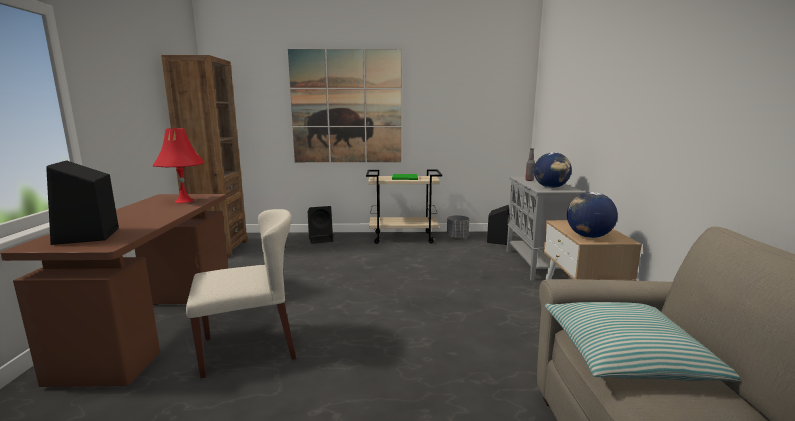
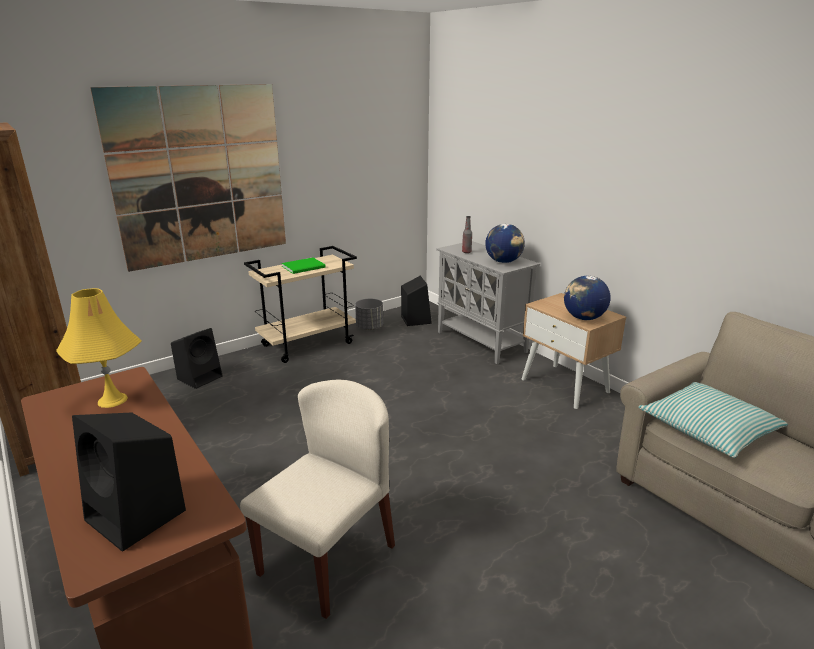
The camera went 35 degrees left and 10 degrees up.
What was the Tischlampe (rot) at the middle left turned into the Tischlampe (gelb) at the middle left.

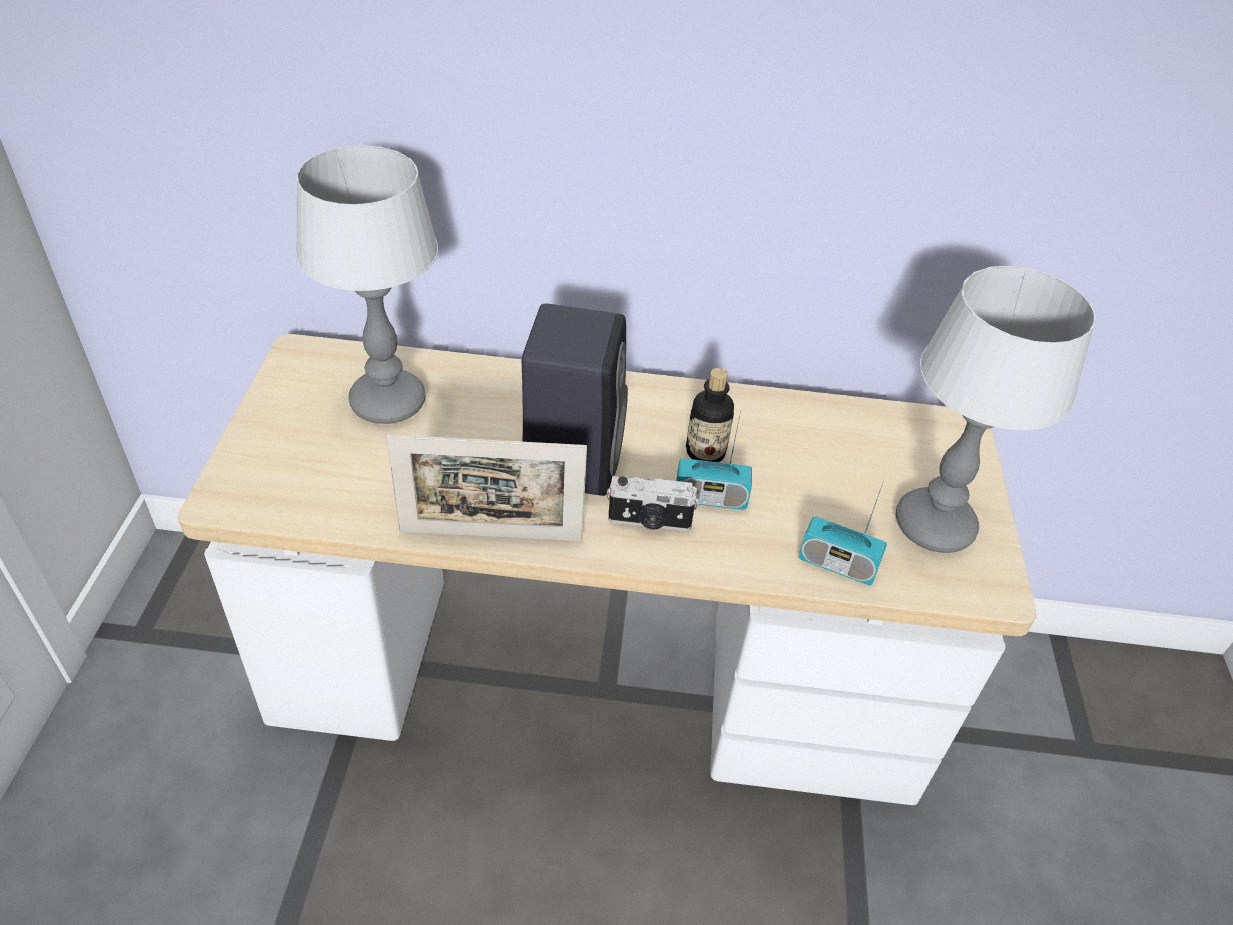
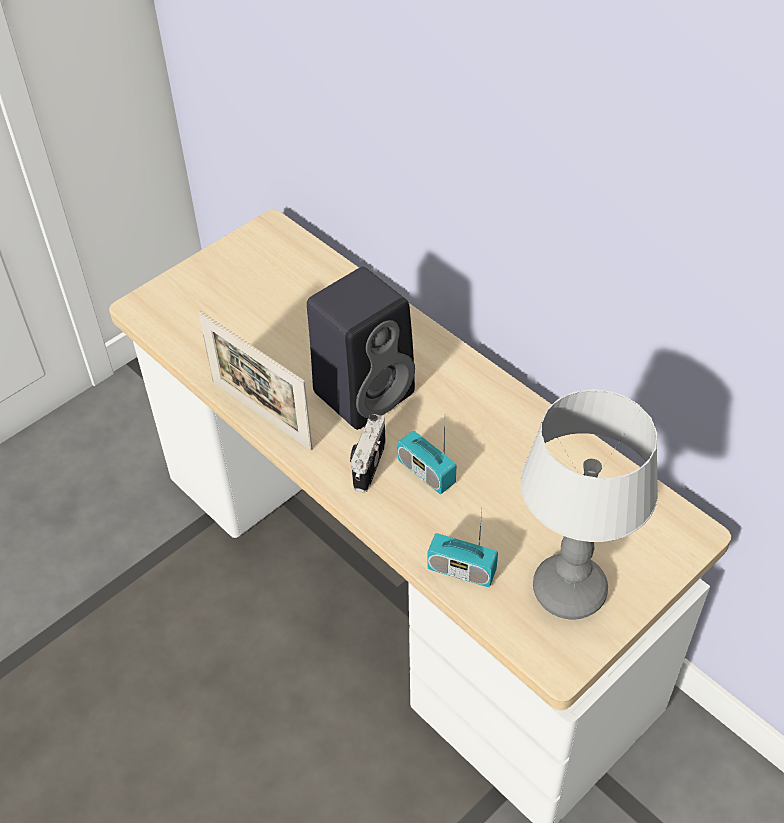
The camera went 45 degrees right and 5 degrees up.
The second view lost the Tischlampe (1st from left) at the top left.
The second view lost the Flasche at the centre.
The Kamera at the centre ended up facing another way, 60 degrees clockwise from before.
The Radio (2nd from left) at the middle right ended up facing another way, 45 degrees counterclockwise from before.

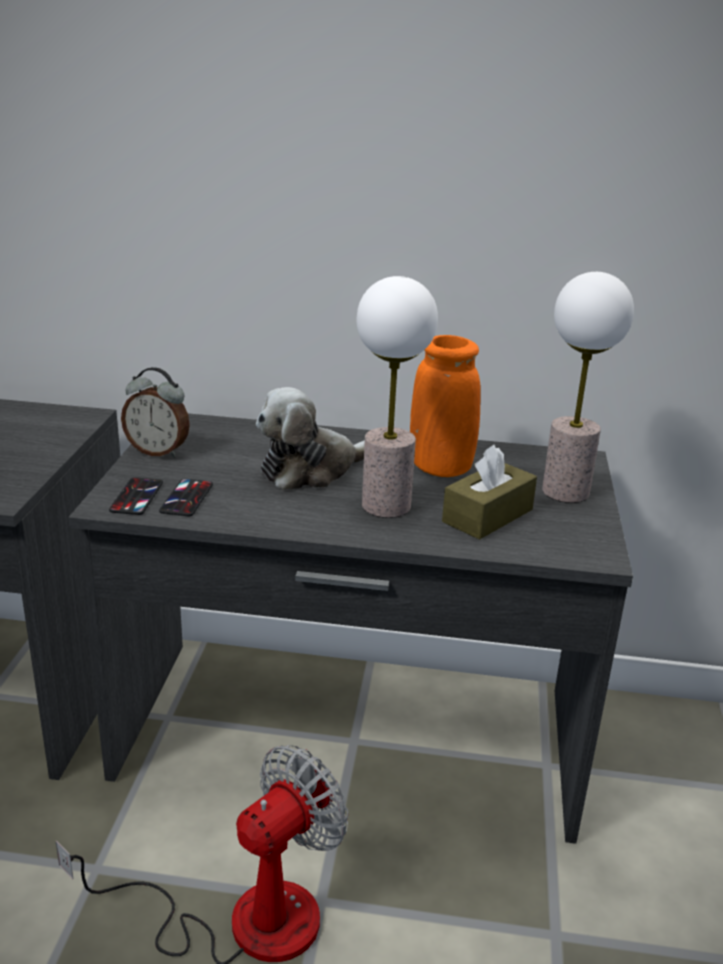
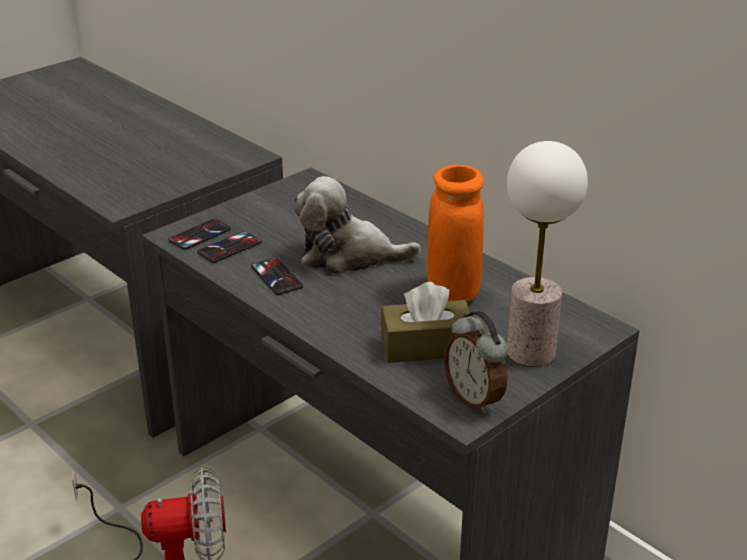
The camera went 40 degrees right and 5 degrees up.
The second view lost the Tischlampe (1st from left) at the centre.
The Wecker ended up elsewhere, having gone from the middle left to the centre.
The second view gained the Handy (3rd from left) at the centre.

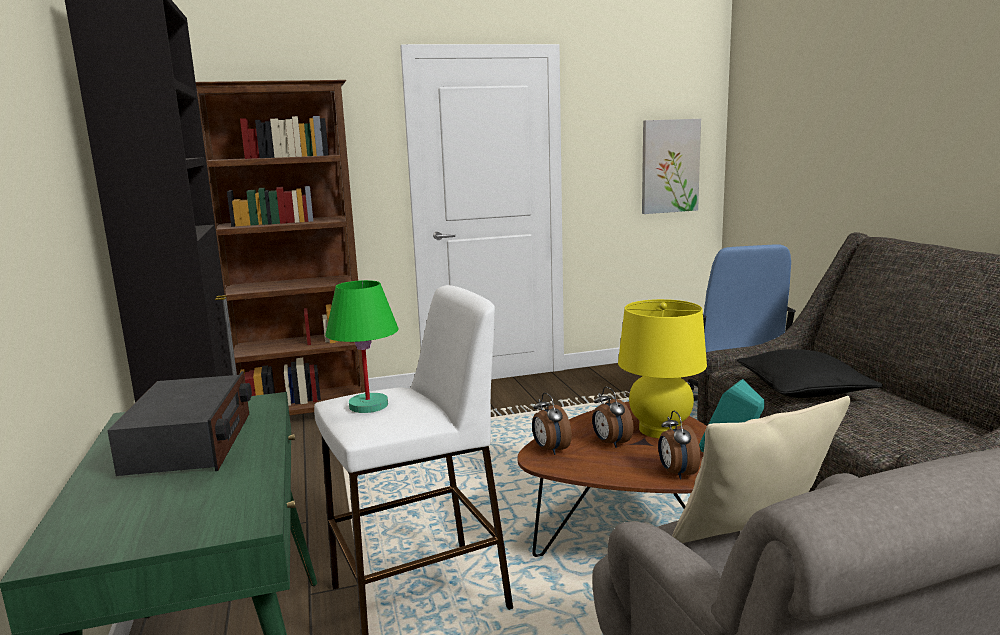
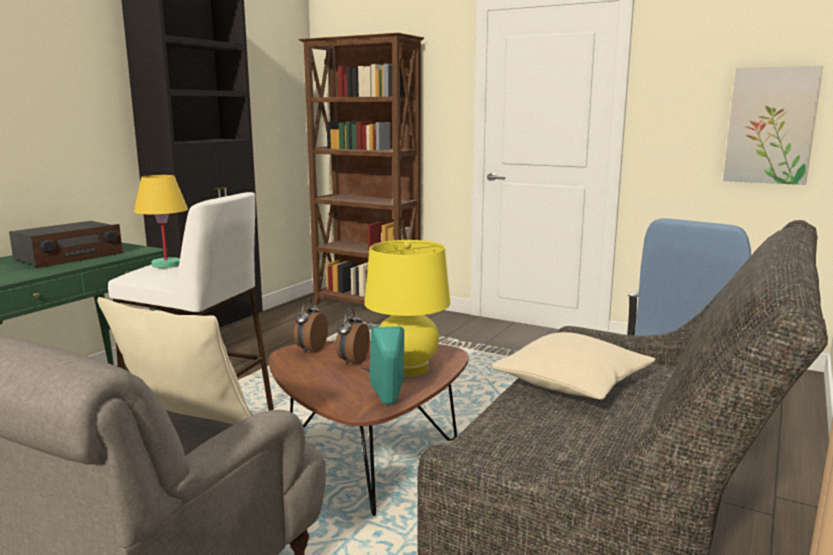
The camera went 45 degrees right and 0 degrees up.
What was the Tischlampe (grün) at the centre turned into the Tischlampe (gelb) (1st from left) at the middle left.
What was the Kissen (schwarz) at the middle right turned into the Kissen (beige) (2nd from left) at the middle right.
The second view lost the Wecker (3rd from left) at the bottom right.

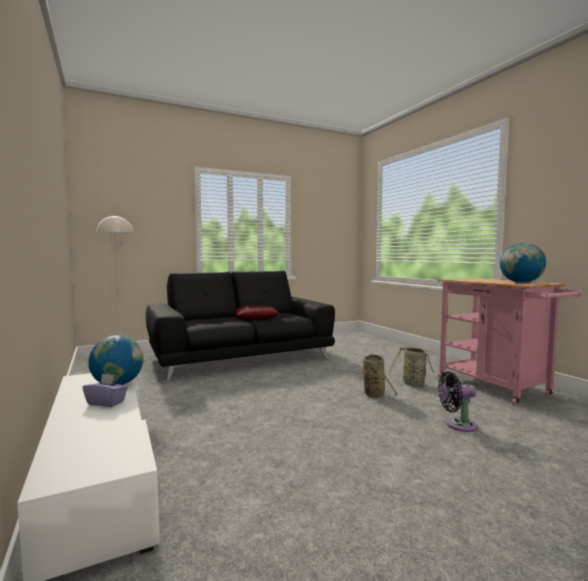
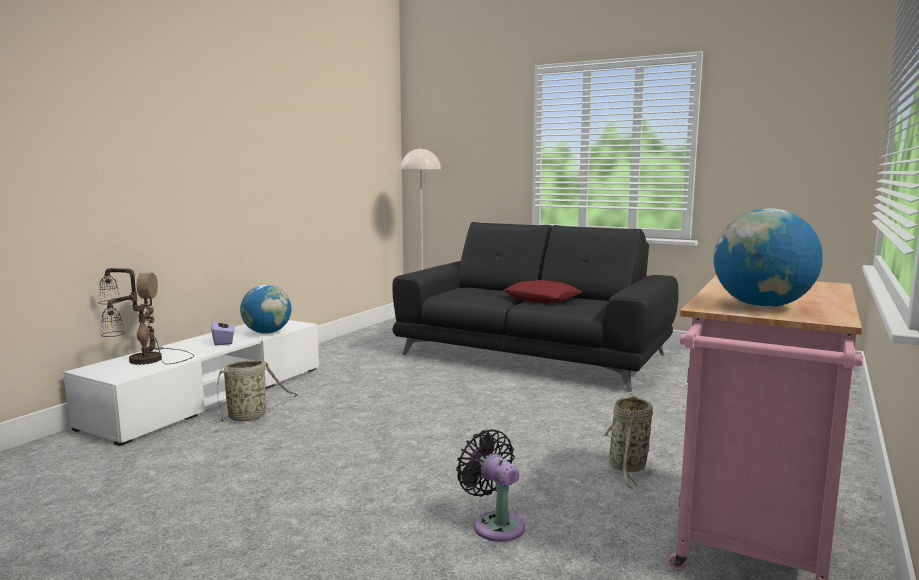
The camera went 55 degrees right and 5 degrees up.
The Korb (1st from left) ended up elsewhere, having gone from the centre to the bottom left.
The second view gained the Tischlampe at the middle left.

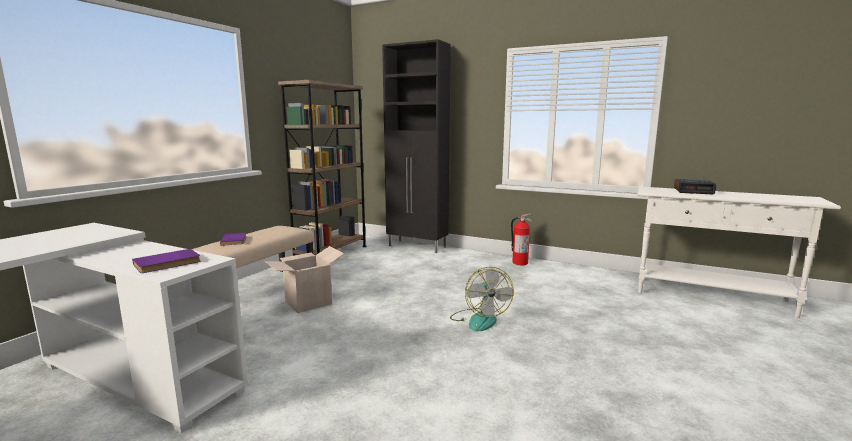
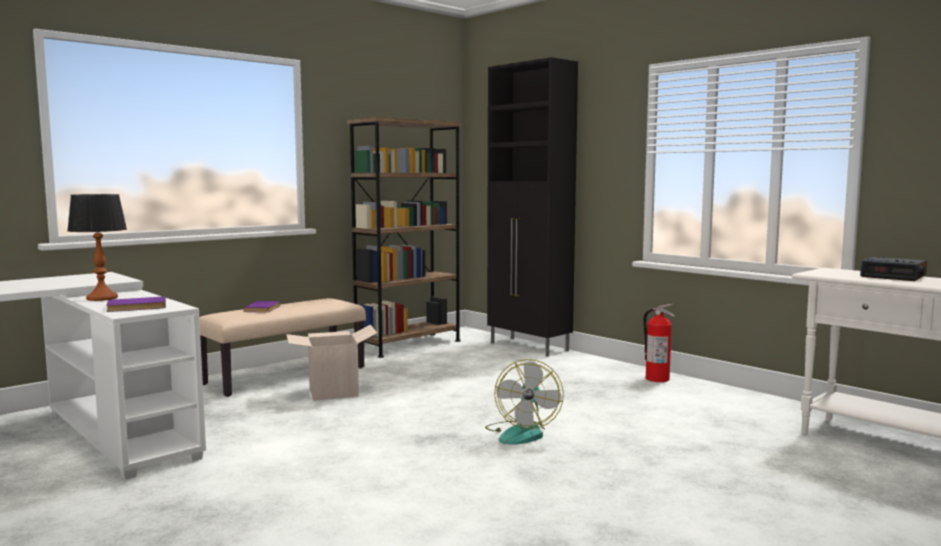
The camera went 20 degrees right and 5 degrees down.
The second view gained the Tischlampe at the middle left.

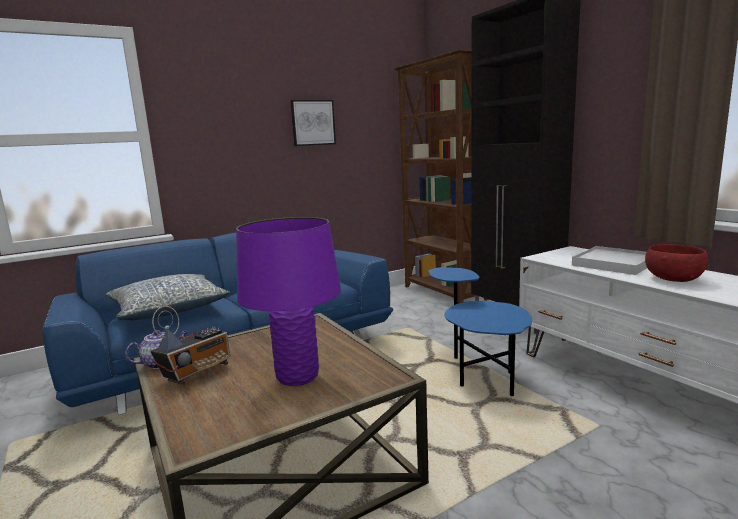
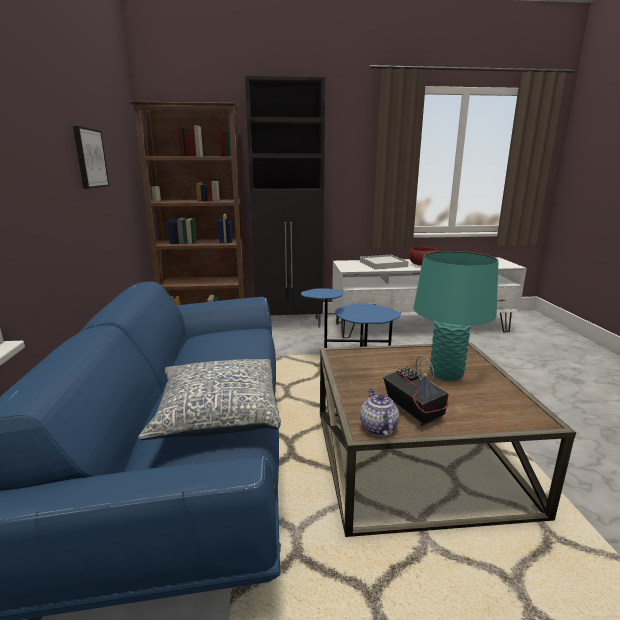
The camera went 65 degrees left and 5 degrees up.
What was the Tischlampe (lila) at the centre turned into the Tischlampe (türkis) at the middle right.

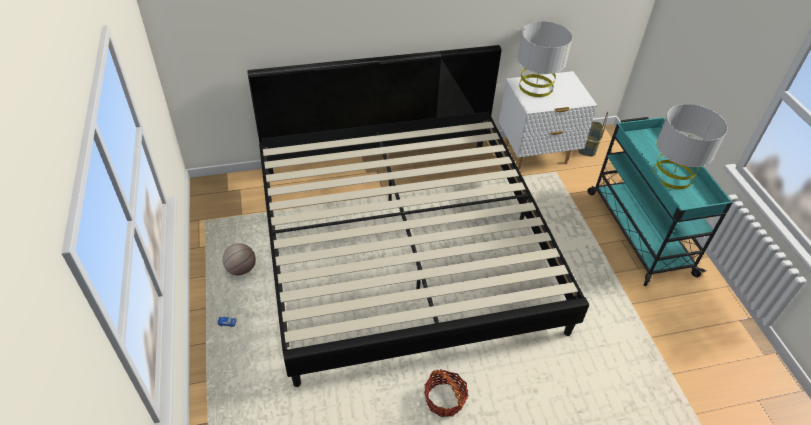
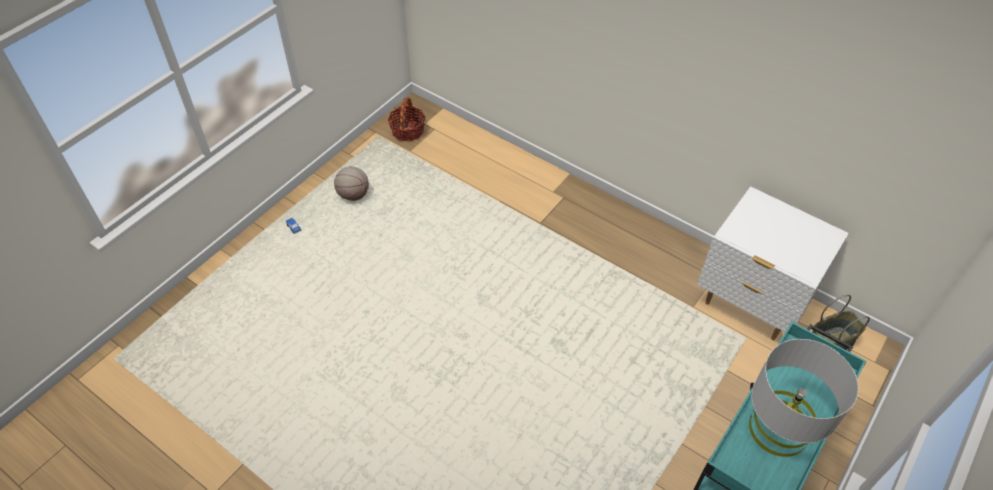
The camera went 50 degrees right and 5 degrees up.
The second view lost the Tischlampe (grau) (1st from left) at the top right.
The second view lost the Bett at the centre.
The Korb (1st from left) ended up elsewhere, having gone from the bottom centre to the top centre.

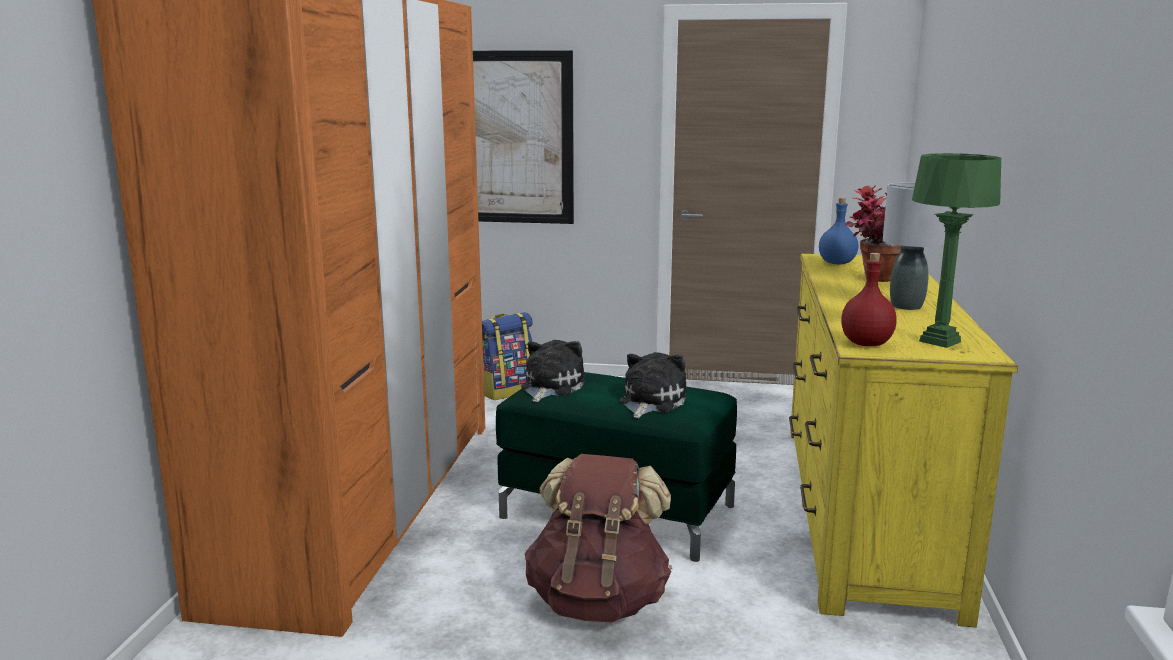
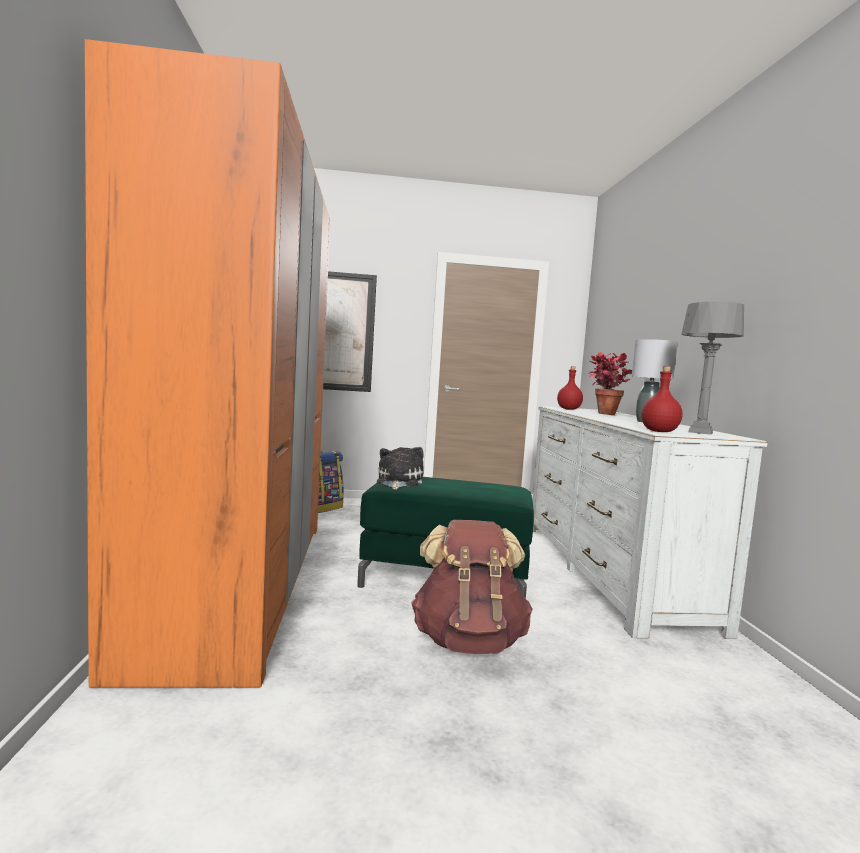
The camera went 15 degrees left and 10 degrees down.
What was the Tischlampe (grün) at the middle right turned into the Tischlampe (grau) (2nd from left) at the middle right.
What was the Flasche (blau) at the middle right turned into the Flasche (rot) (1st from left) at the centre.
What was the Kommode (gelb) at the bottom right turned into the Kommode (weiß) at the middle right.
The second view lost the Plüschtier (2nd from left) at the centre.

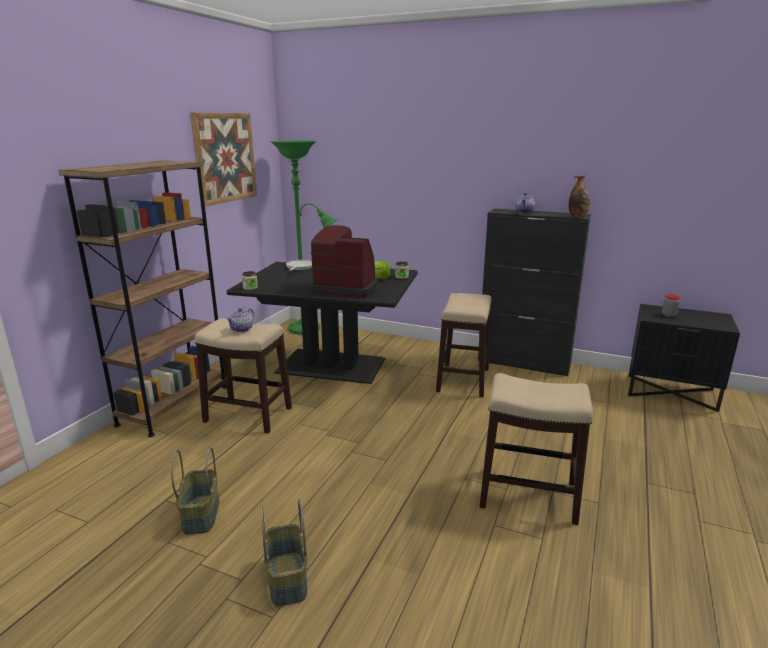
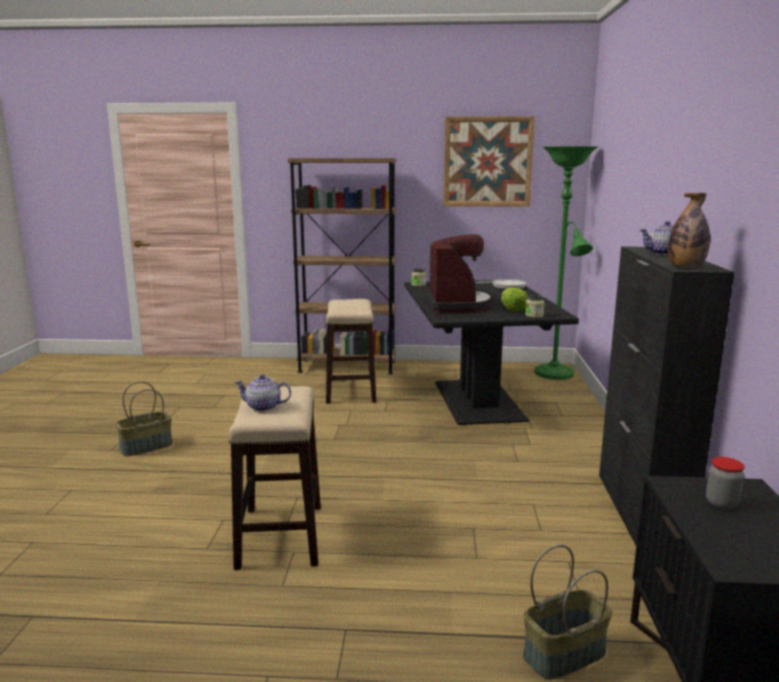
The camera went 70 degrees right and 5 degrees down.
The second view lost the Hocker (2nd from left) at the centre.
The Teekanne (1st from left) ended up elsewhere, having gone from the middle left to the centre.
The Korb (1st from left in the first image) ended up elsewhere, having gone from the bottom left to the bottom right.

